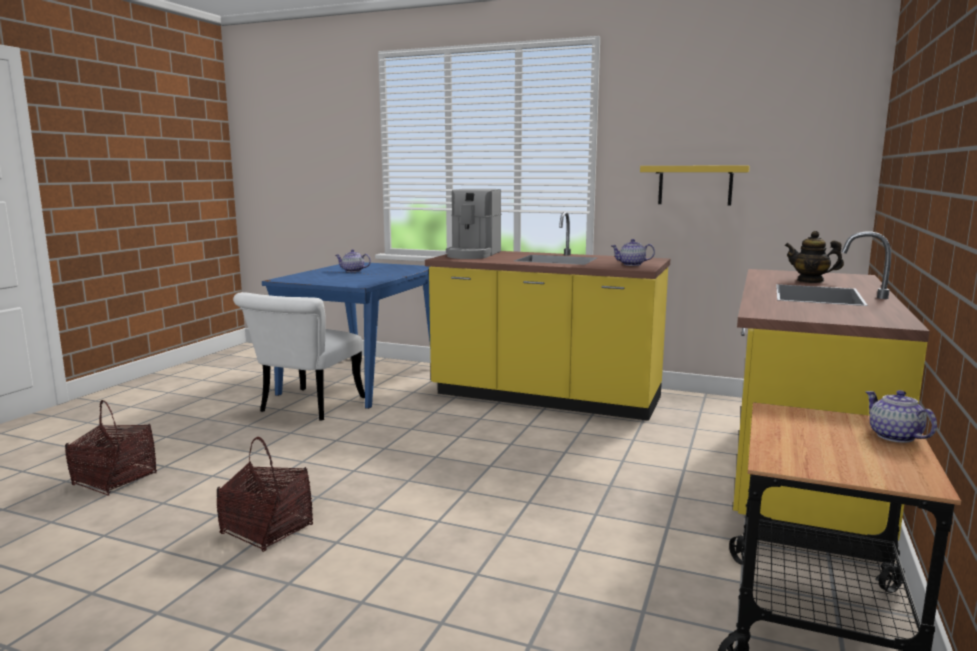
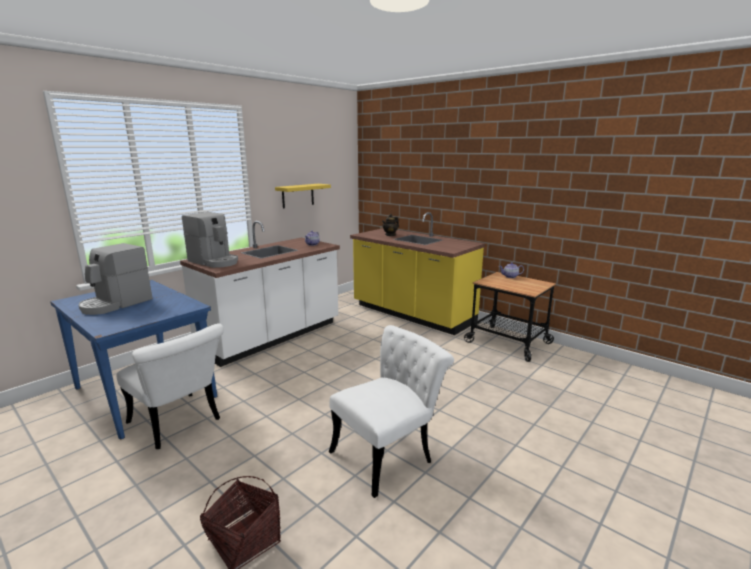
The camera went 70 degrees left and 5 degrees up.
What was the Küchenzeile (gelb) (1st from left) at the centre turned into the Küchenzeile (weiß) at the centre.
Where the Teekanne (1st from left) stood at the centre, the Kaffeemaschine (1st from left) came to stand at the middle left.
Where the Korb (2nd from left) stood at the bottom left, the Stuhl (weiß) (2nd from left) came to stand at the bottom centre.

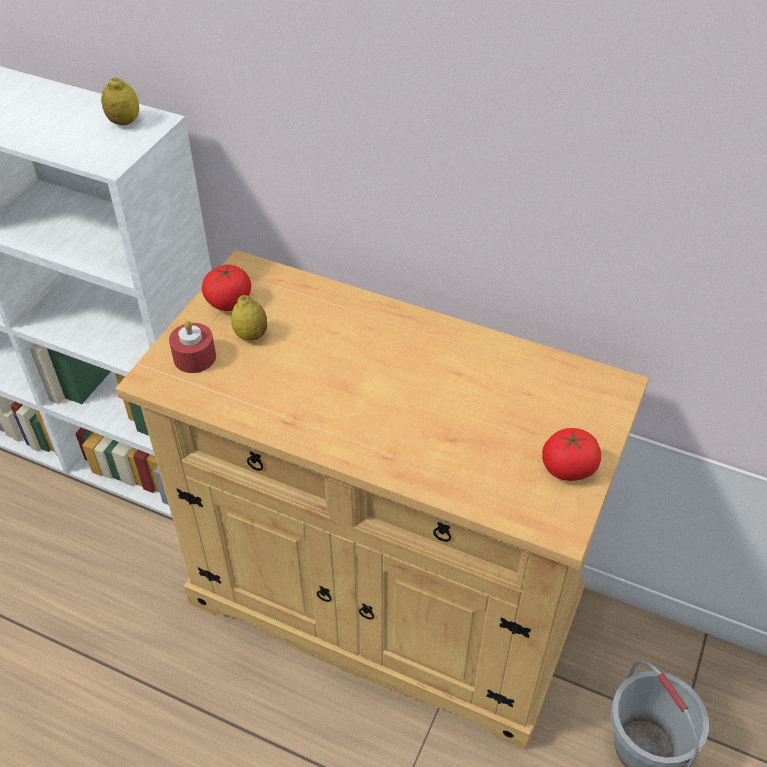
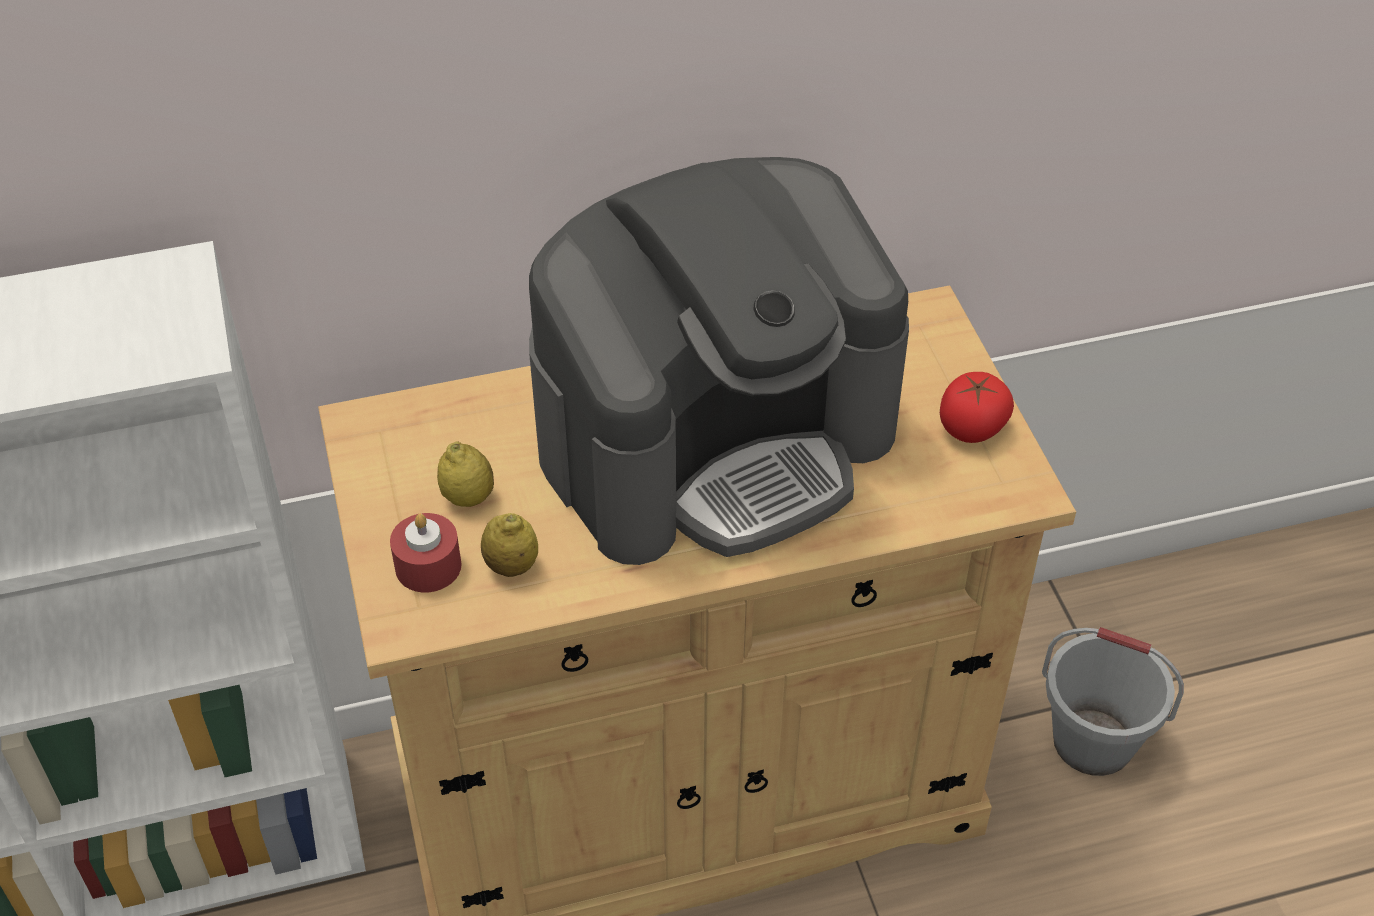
The camera went 40 degrees left and 0 degrees up.
The Zitrone (1st from left in the first image) ended up elsewhere, having gone from the top left to the centre.
The second view lost the Tomate (1st from left) at the middle left.
The second view gained the Kaffeemaschine at the centre.

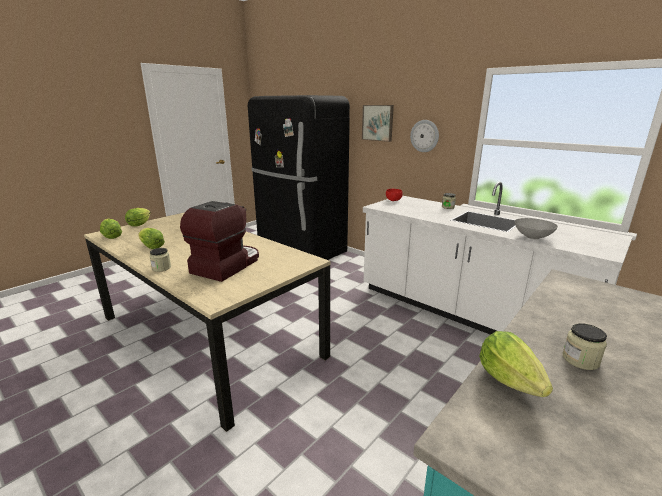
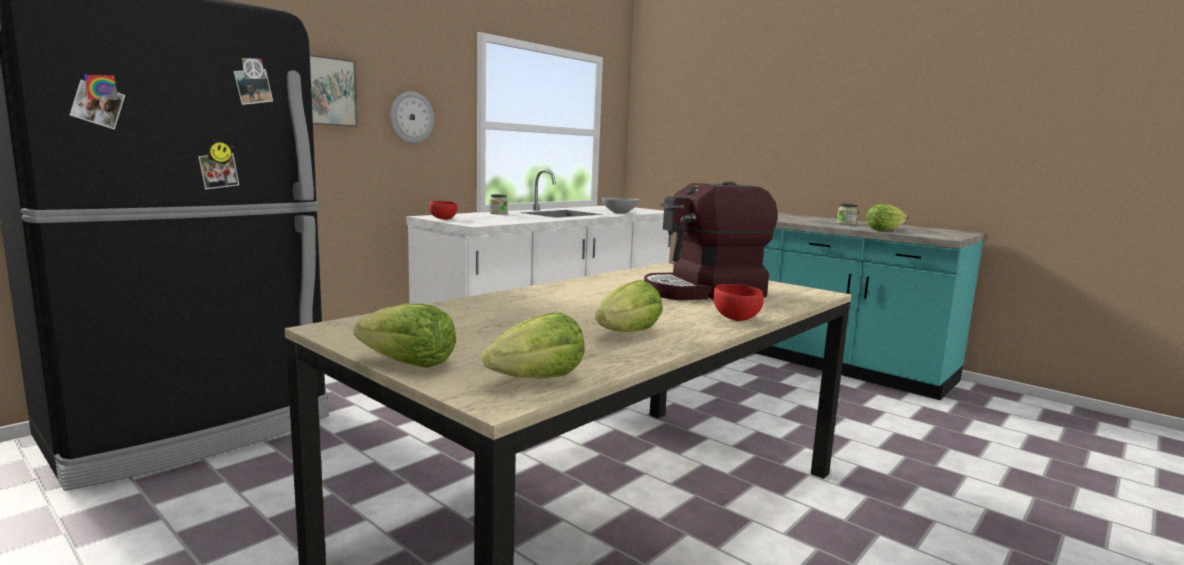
The camera went 90 degrees left and 10 degrees down.
The Kaffeemaschine at the middle left ended up facing another way, 45 degrees counterclockwise from before.
Where the Vorratsglas (1st from left) stood at the middle left, the Schüssel (rot) (2nd from left) came to stand at the centre.

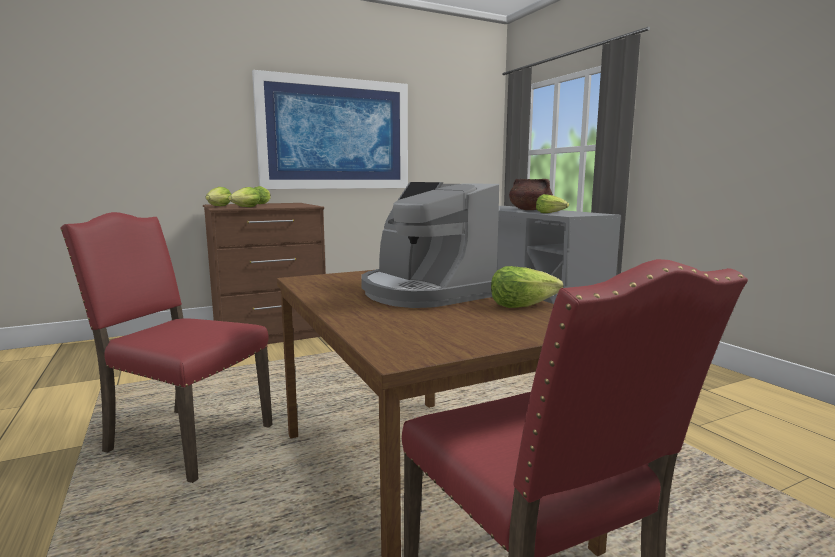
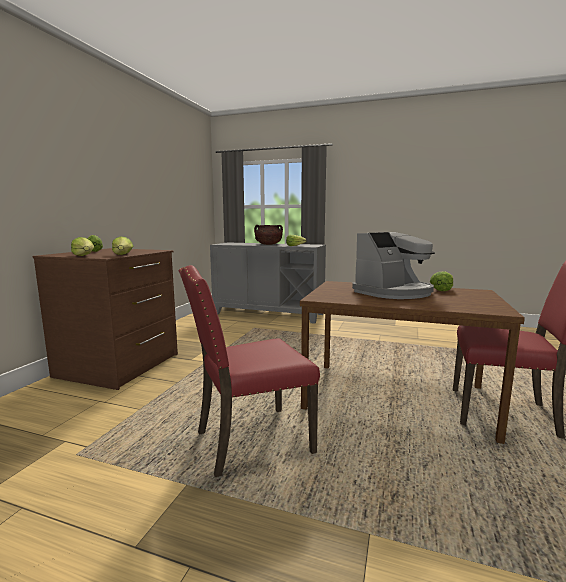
The camera went 45 degrees left and 0 degrees up.
The second view lost the Bild at the top centre.
The Kaffeemaschine at the centre ended up facing another way, 45 degrees counterclockwise from before.

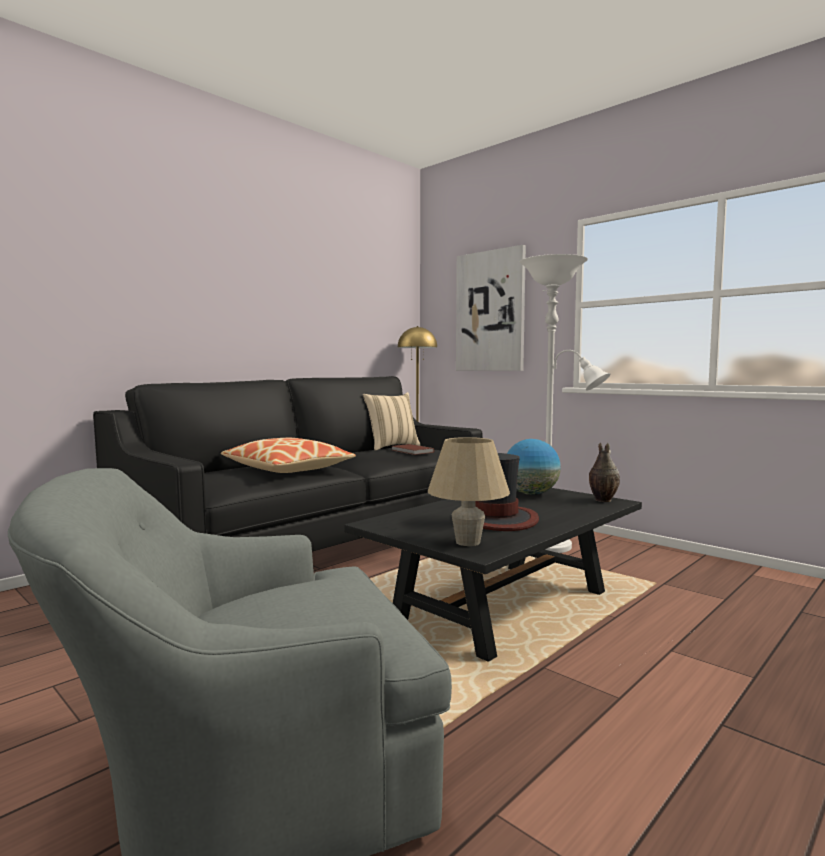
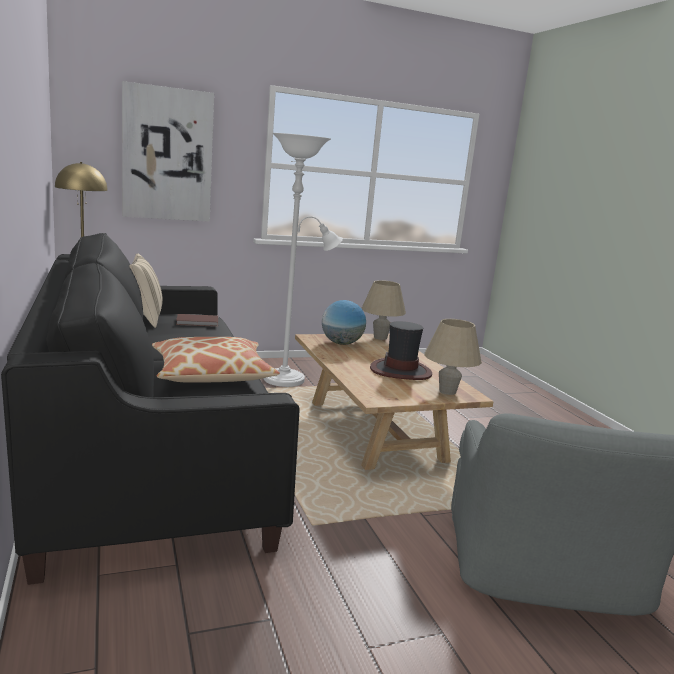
The camera went 65 degrees left and 10 degrees up.
Where the Vase stood at the middle right, the Tischlampe (beige) (1st from left) came to stand at the centre.
What was the Couchtisch (schwarz) at the bottom centre turned into the Couchtisch (beige) at the centre.

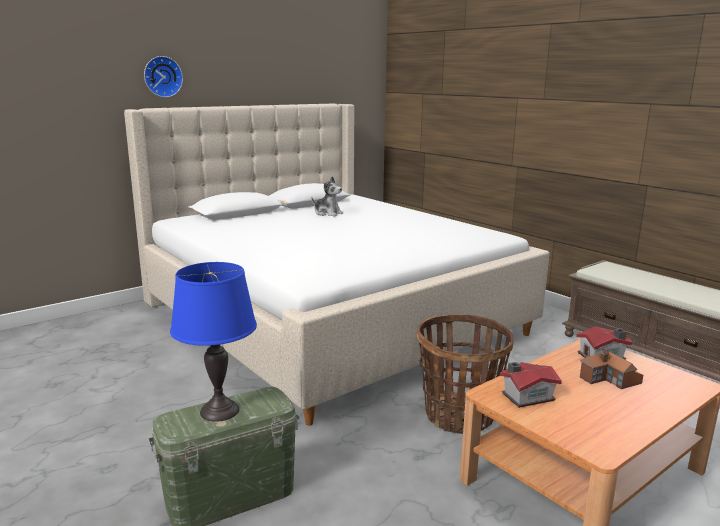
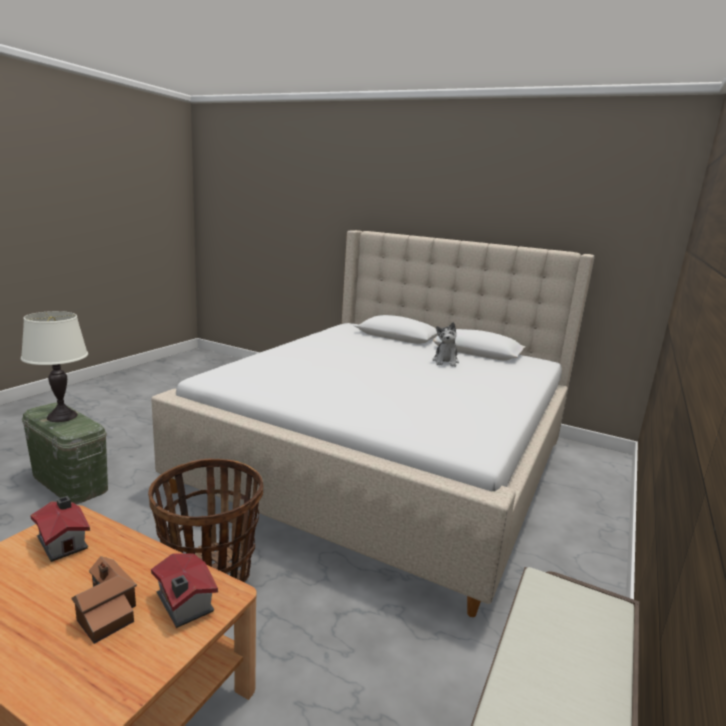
The camera went 65 degrees right and 0 degrees up.
The second view lost the Wanduhr at the top left.
What was the Tischlampe (blau) at the middle left turned into the Tischlampe (weiß) at the middle left.

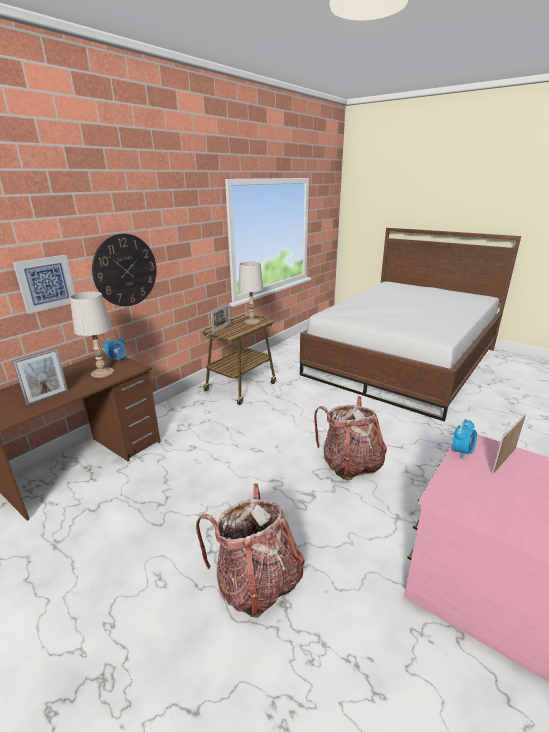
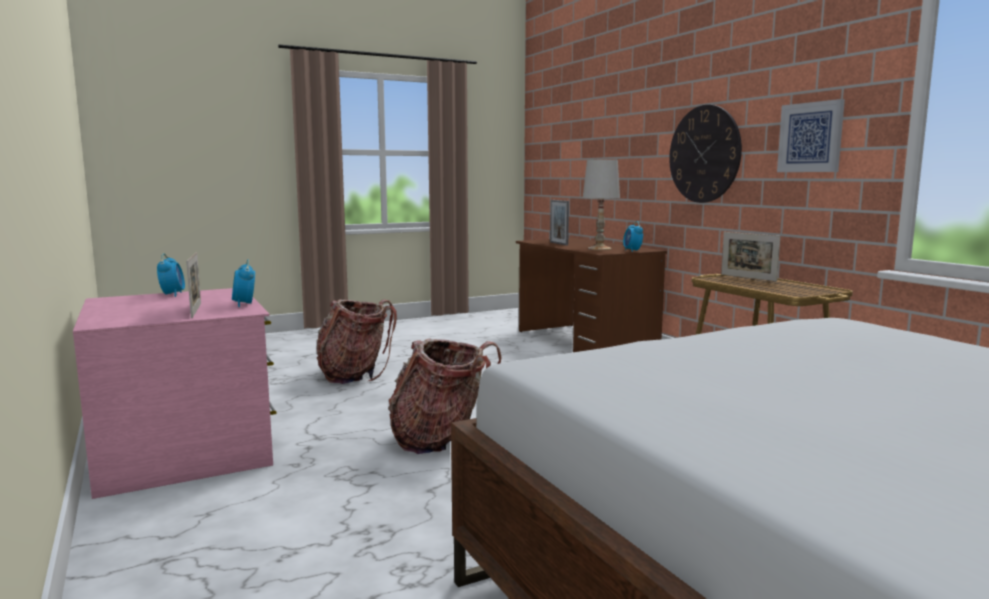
The camera went 115 degrees right and 15 degrees down.
The Bild ended up elsewhere, having gone from the middle left to the top right.
The second view lost the Tischlampe (weiß) (2nd from left) at the centre.
The second view gained the Wecker (1st from left) at the middle left.

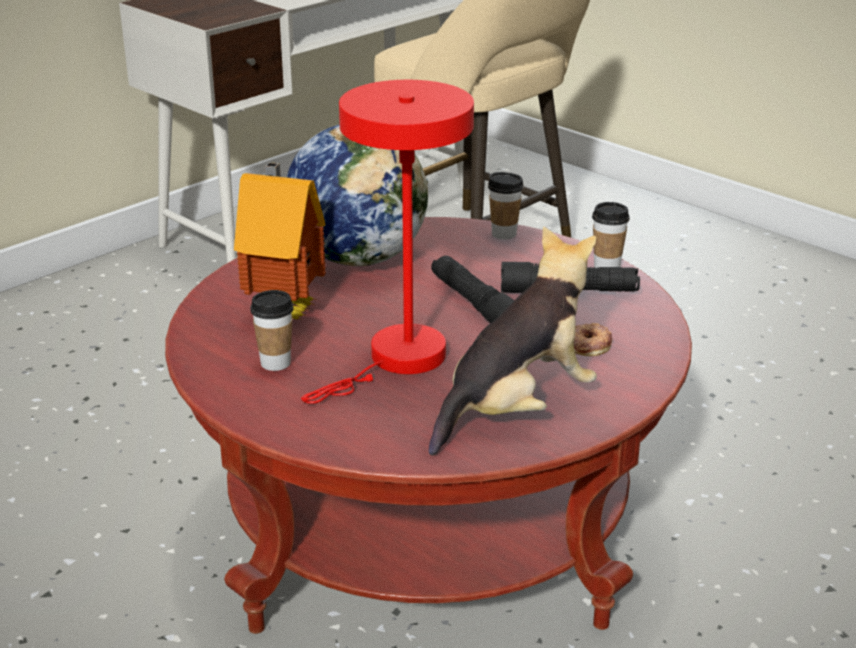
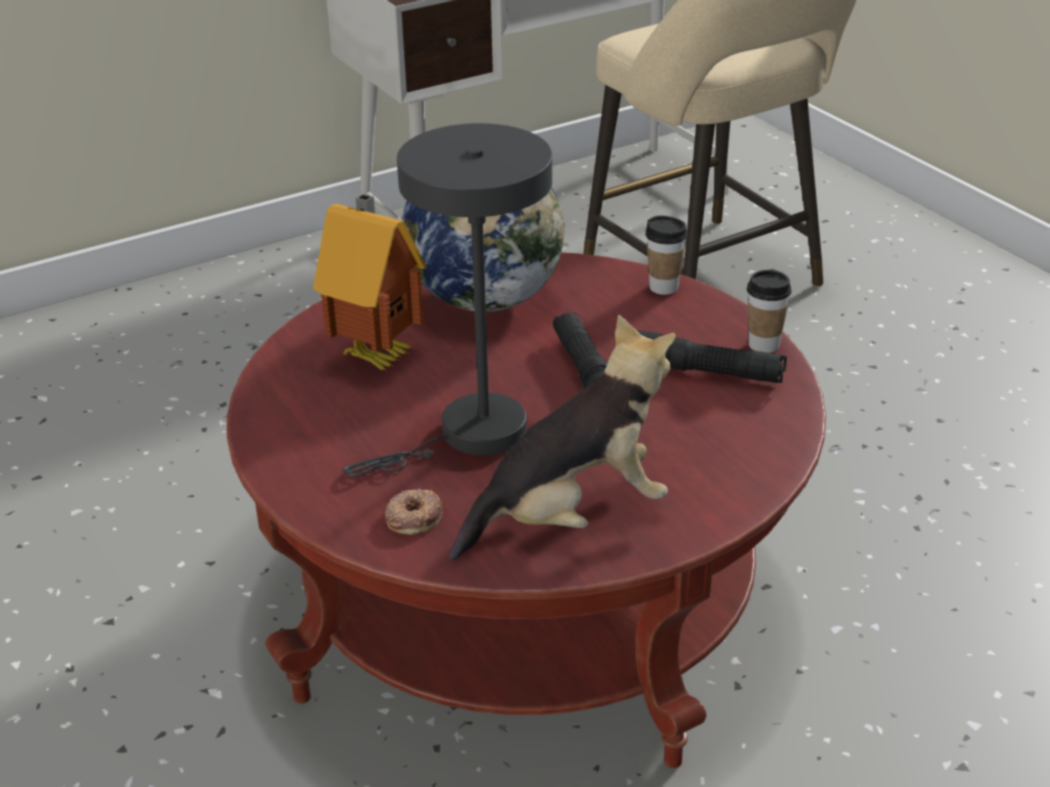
The camera went 15 degrees right and 5 degrees up.
What was the Tischlampe (rot) at the centre turned into the Tischlampe (grau) at the centre.
The second view lost the Tasse (1st from left) at the middle left.
The Donut ended up elsewhere, having gone from the middle right to the centre.

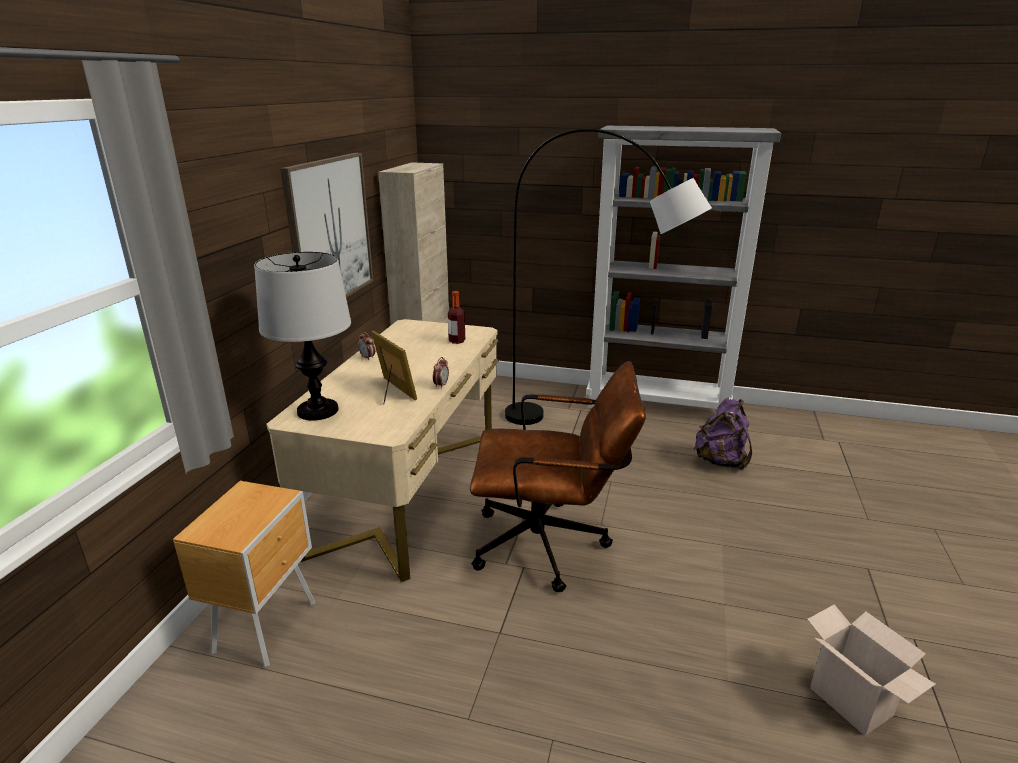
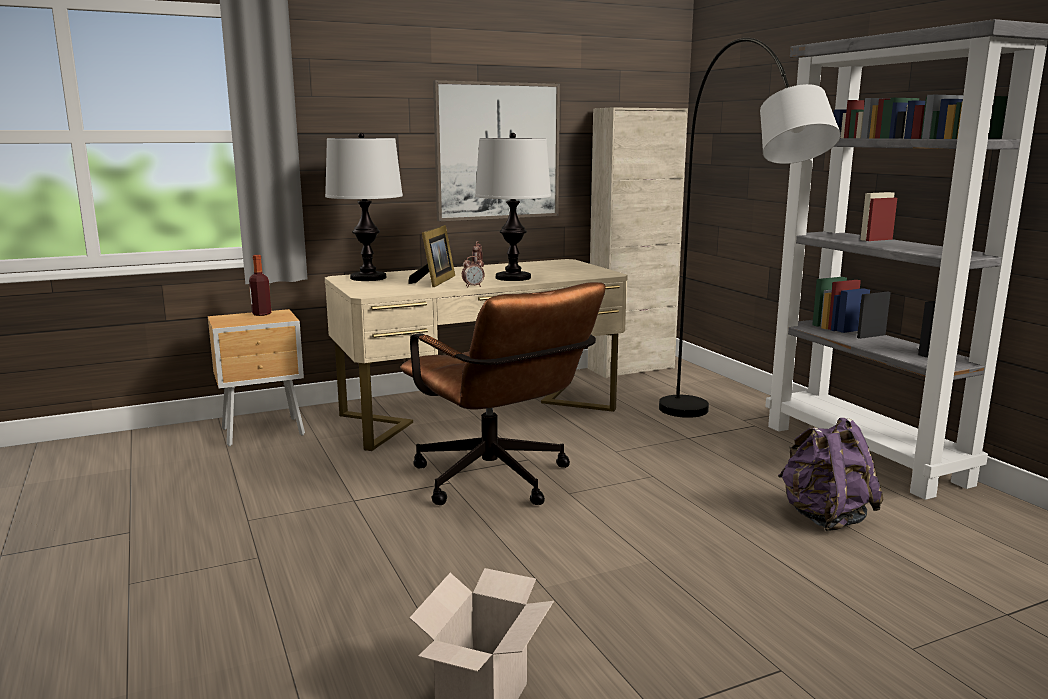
The camera went 50 degrees right and 10 degrees down.
The Flasche ended up elsewhere, having gone from the centre to the middle left.
The second view gained the Tischlampe (2nd from left) at the top centre.

